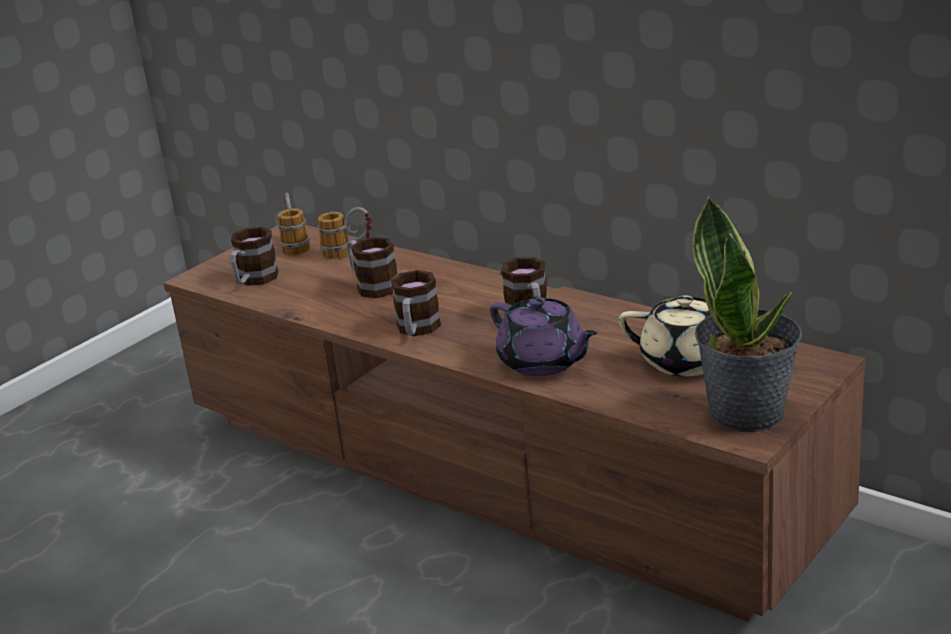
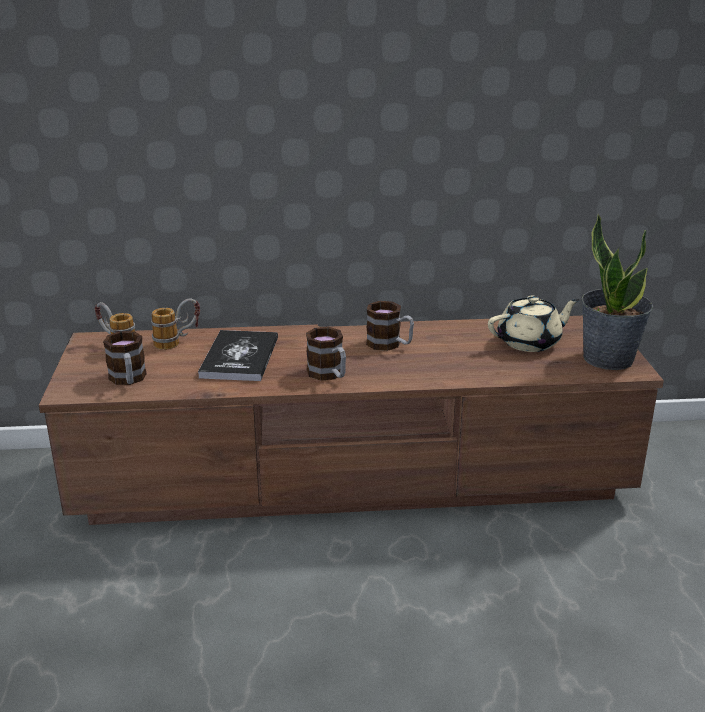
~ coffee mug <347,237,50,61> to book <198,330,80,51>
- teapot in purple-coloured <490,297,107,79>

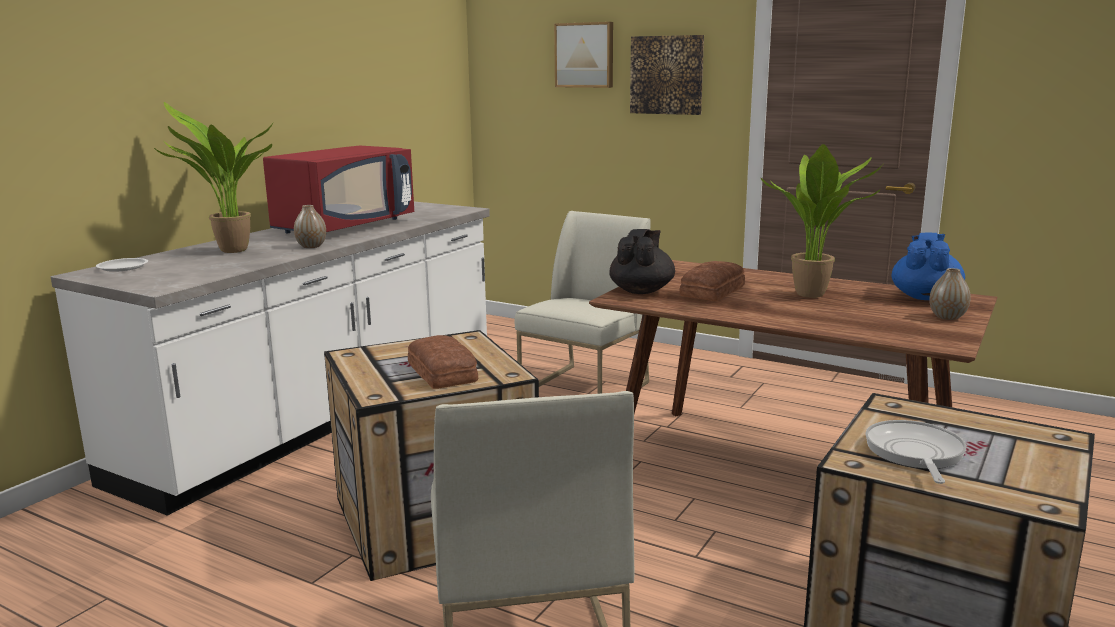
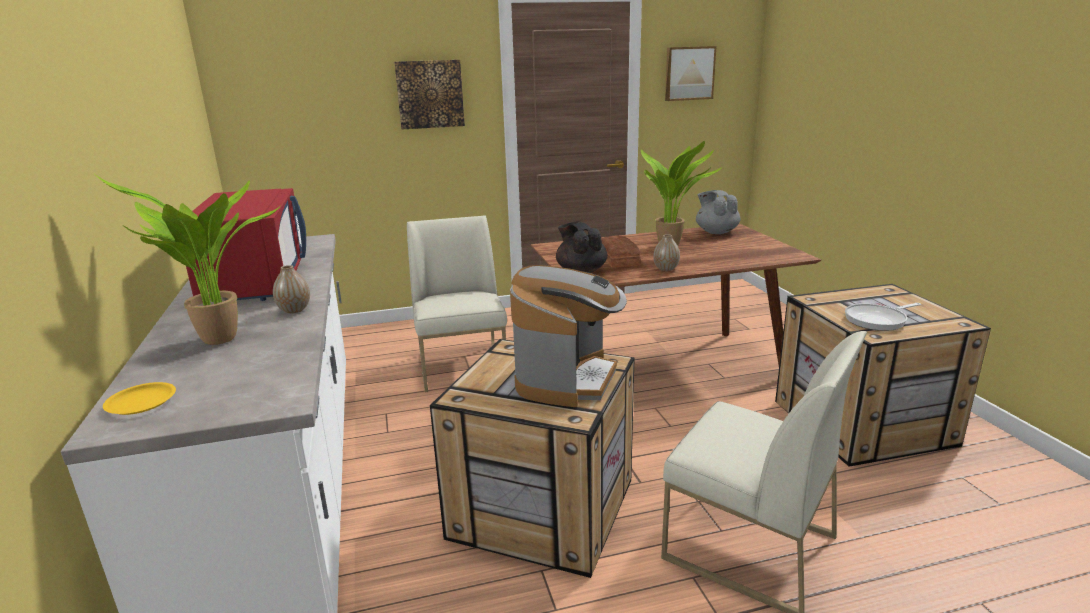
~ wall picture <554,22,59,66> to <665,46,52,55>
~ teapot in bluish <891,233,74,67> to teapot in gray <696,190,45,44>
~ plate in whitish <96,258,52,14> to plate in yellow-coloured <103,382,73,33>
~ flower vase <929,268,42,52> to <653,234,27,37>
~ baked bread <408,335,70,54> to coffee machine <510,265,117,142>
~ skillet <865,420,102,64> = <845,303,76,28> 75 degrees counterclockwise

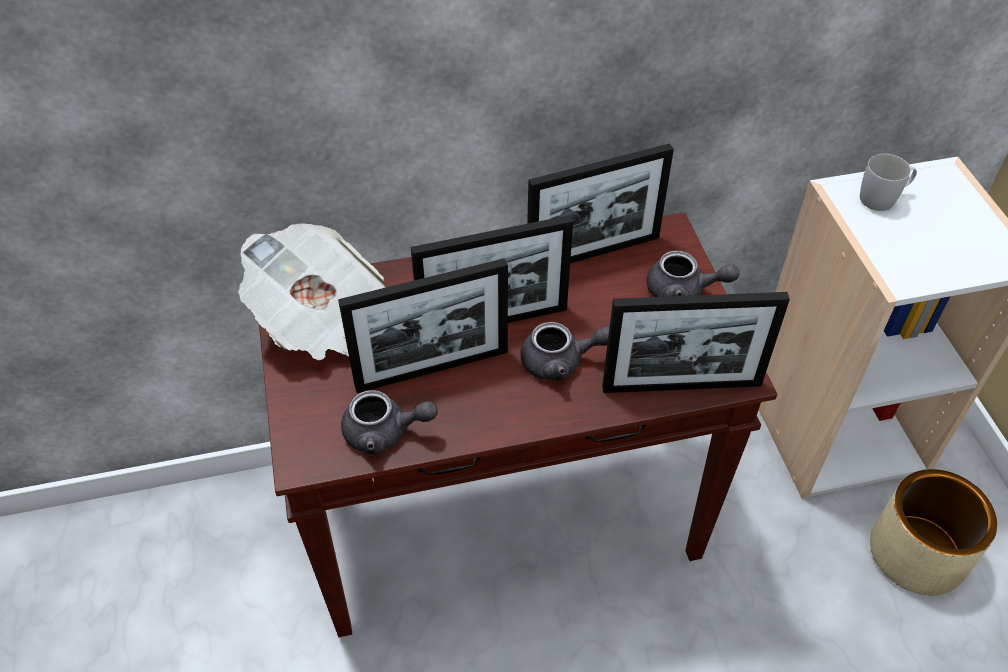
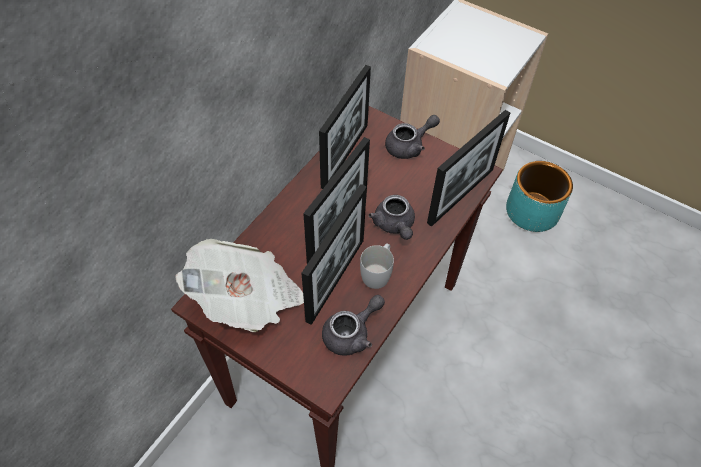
~ coffee mug in whitish <860,154,57,57> to <360,244,34,45>
~ teapot in gray <520,322,90,59> = <368,195,47,45> 120 degrees clockwise
~ flower pot in beige-coloured <870,469,128,126> to flower pot in blue-green <506,161,67,71>

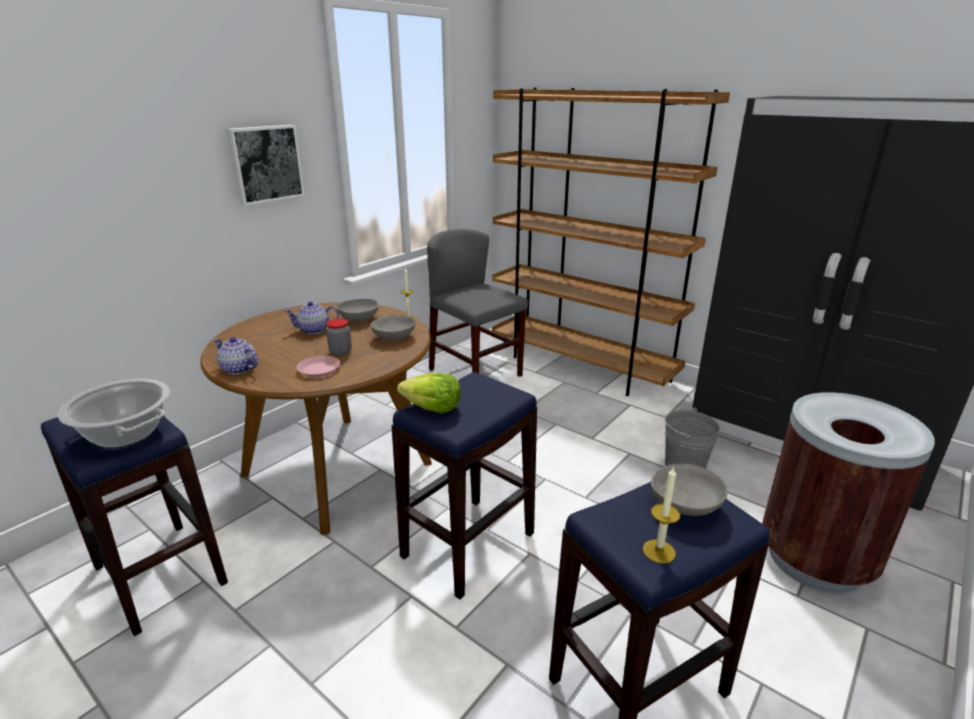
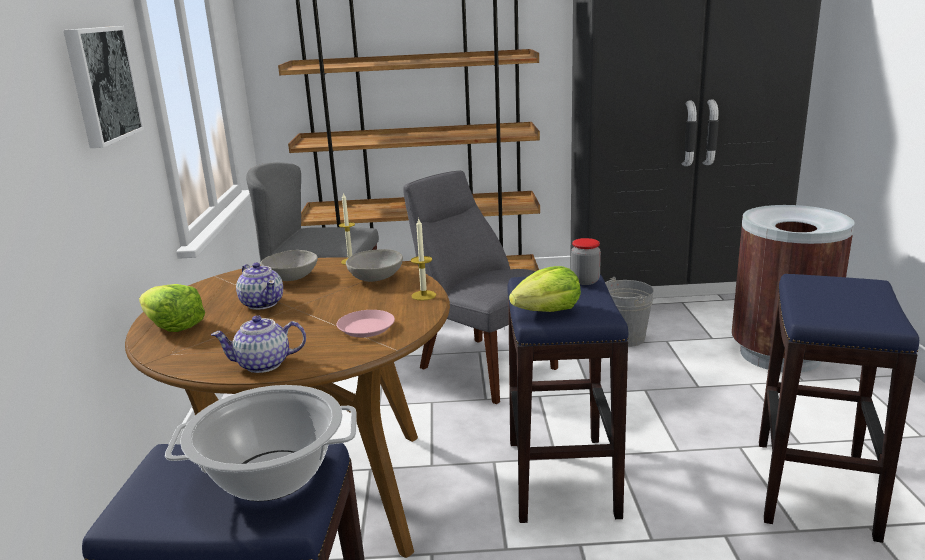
~ teapot <285,301,54,33> = <236,262,47,48> 75 degrees counterclockwise
~ preserve jar <326,319,26,37> to <571,238,30,47>
- serving bowl in gray <651,464,76,52>
~ wax candle <643,466,37,98> to <411,219,25,82>
+ chair in gray <403,171,155,233>
+ lettuce <139,284,66,48>

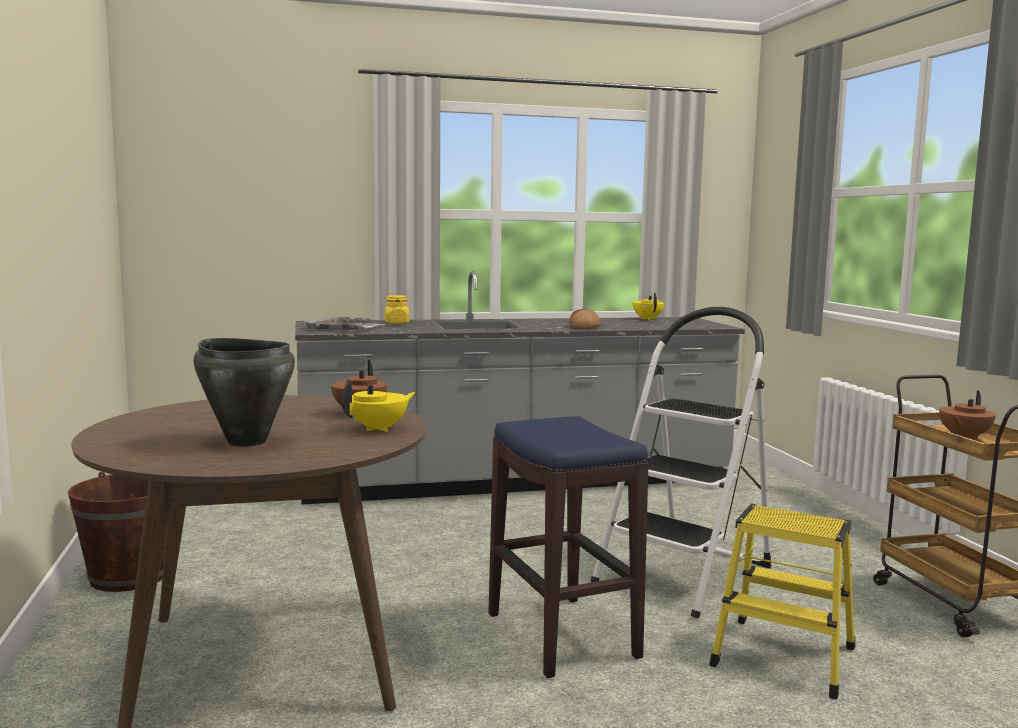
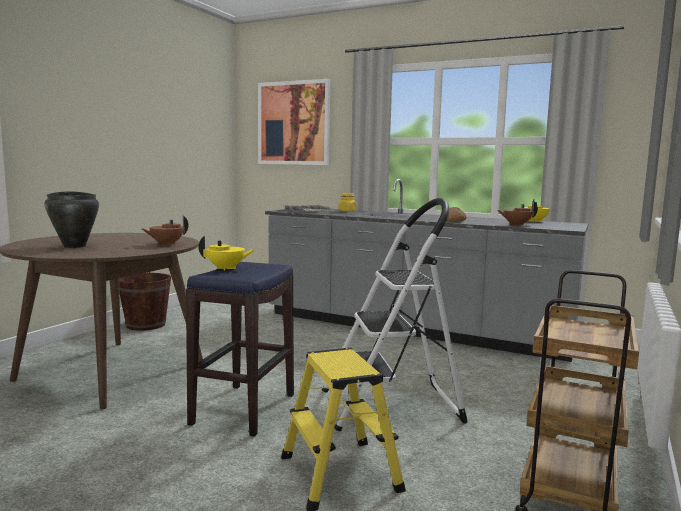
~ teapot in yellow-coloured <341,380,75,52> to <199,236,56,35>
~ teapot in brown-coloured <939,391,57,49> to <497,201,41,25>
+ wall picture <258,79,72,86>

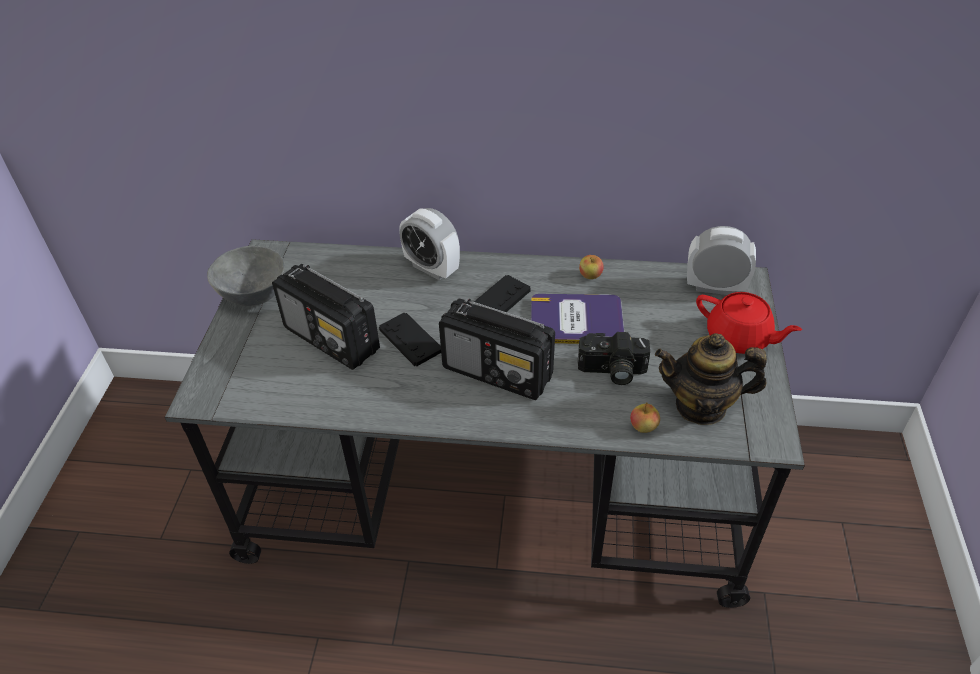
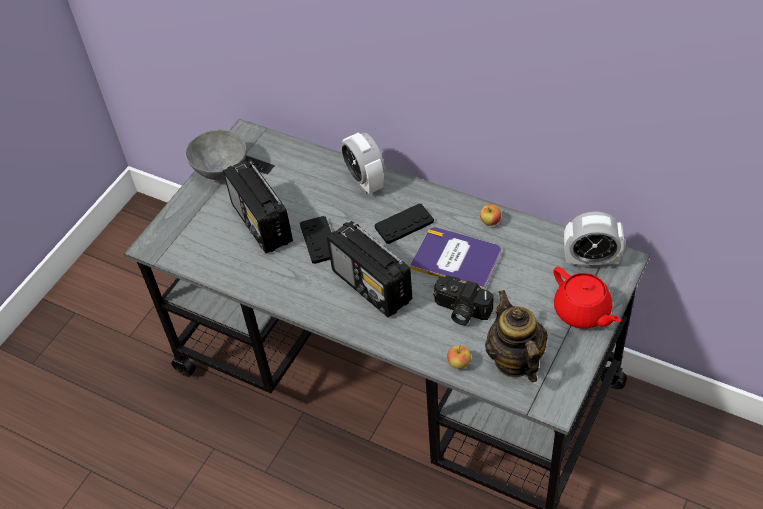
~ alarm clock <687,226,69,69> = <564,211,61,57> 150 degrees clockwise
~ teapot <655,333,112,92> = <485,290,63,92> 45 degrees clockwise

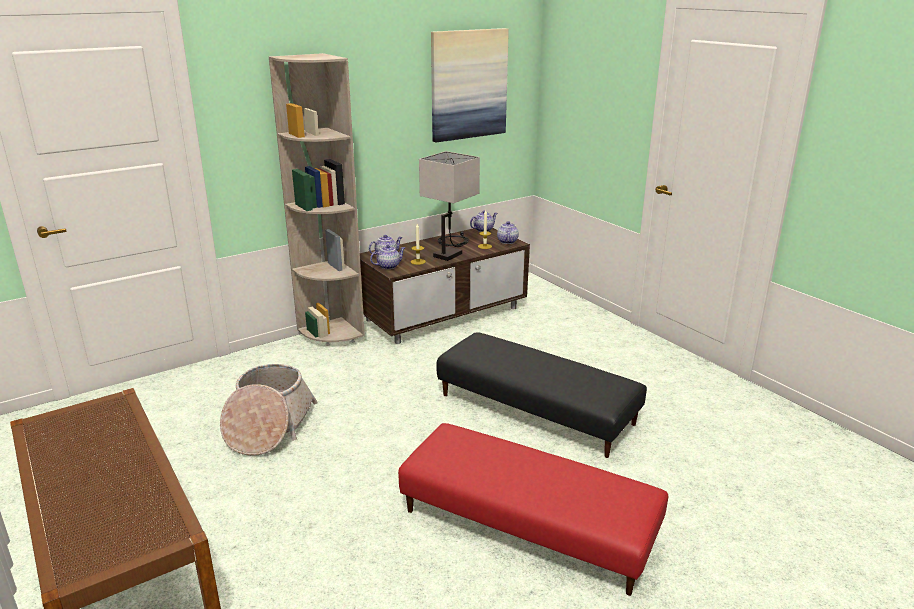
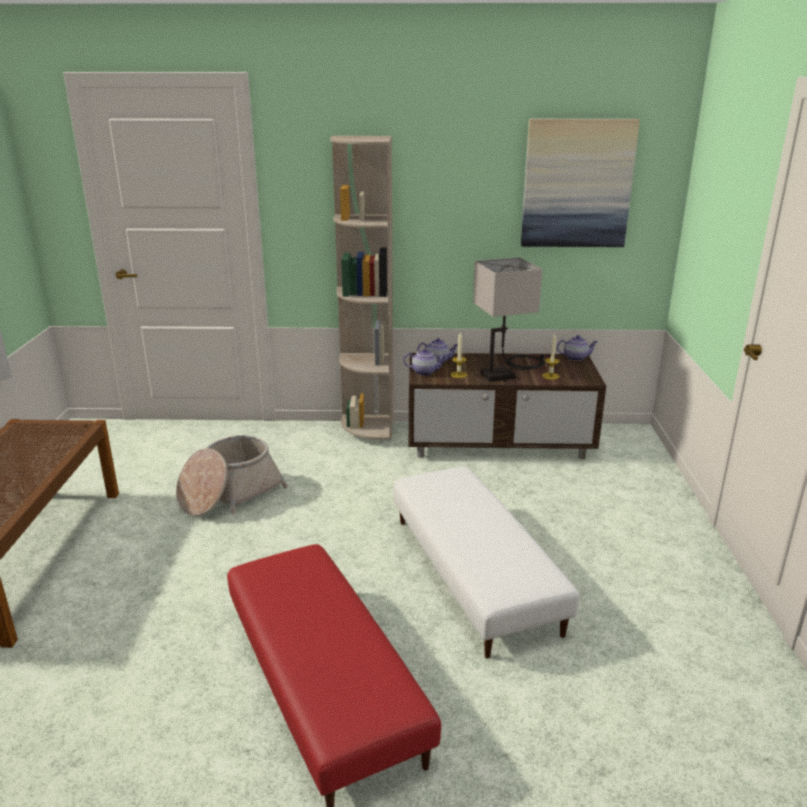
- teapot <497,221,22,23>
~ ottoman in black <437,332,210,126> to ottoman in whitish <393,467,187,191>

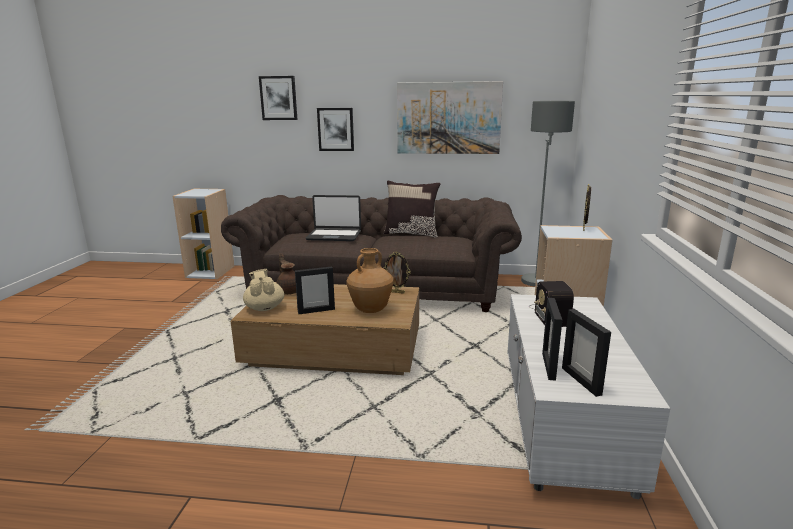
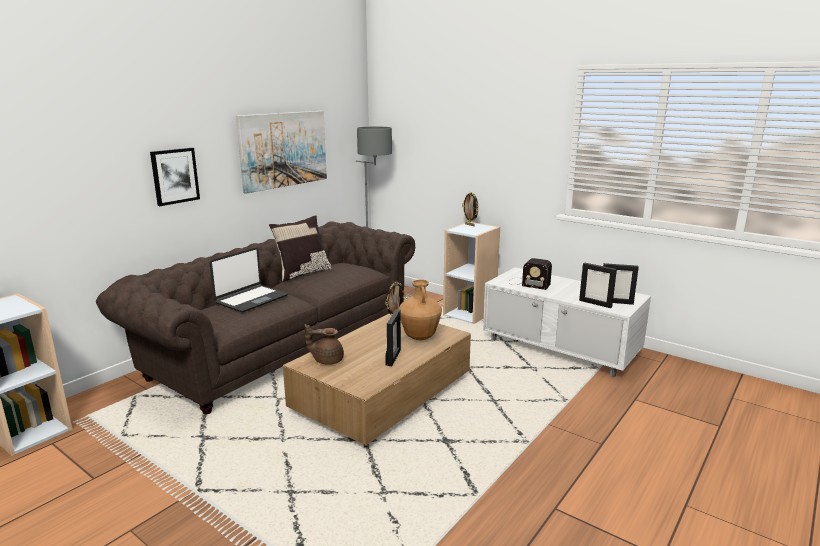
- wall picture <259,76,38,44>
- teapot in beige-coloured <243,269,41,42>

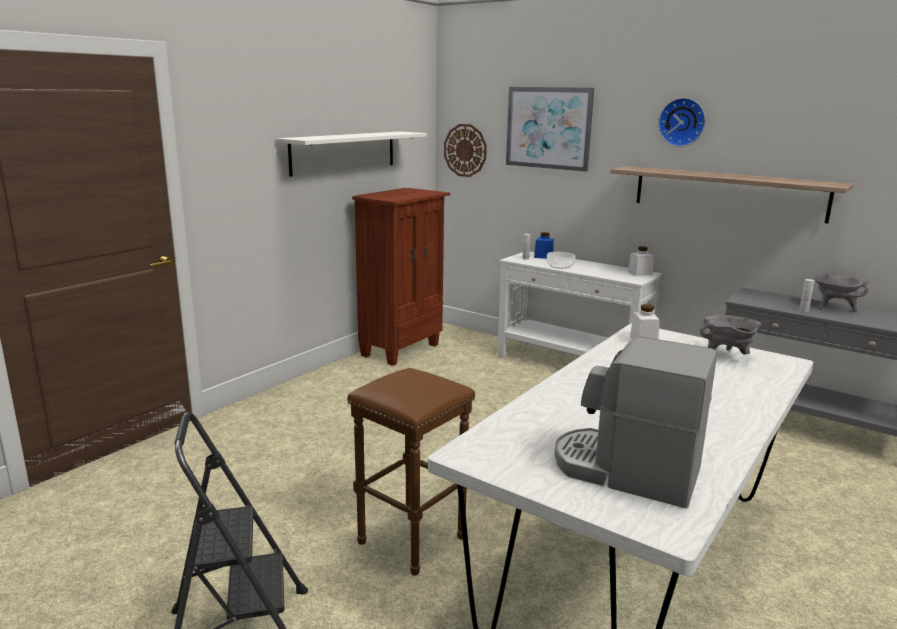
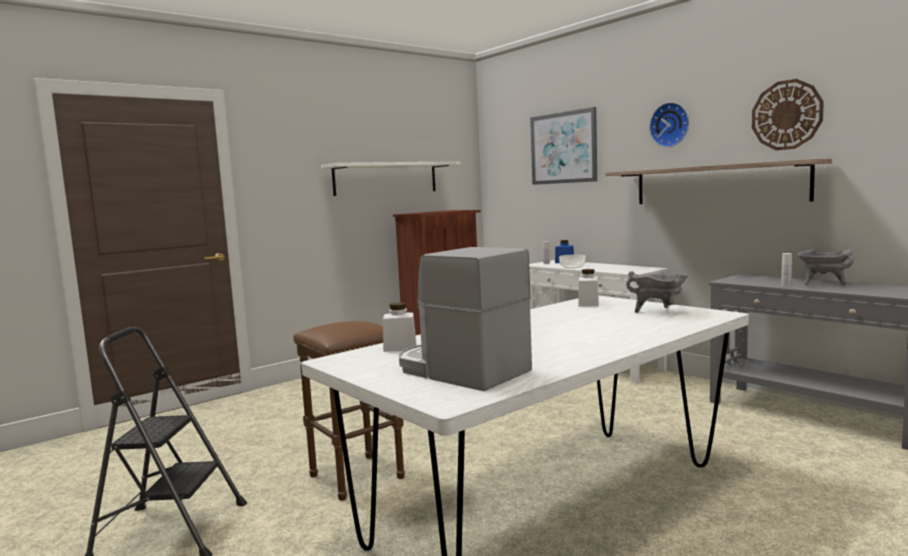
~ hanging clock <444,124,43,53> to <752,79,72,71>
~ preserve jar in whitish <628,246,26,30> to <383,303,33,49>

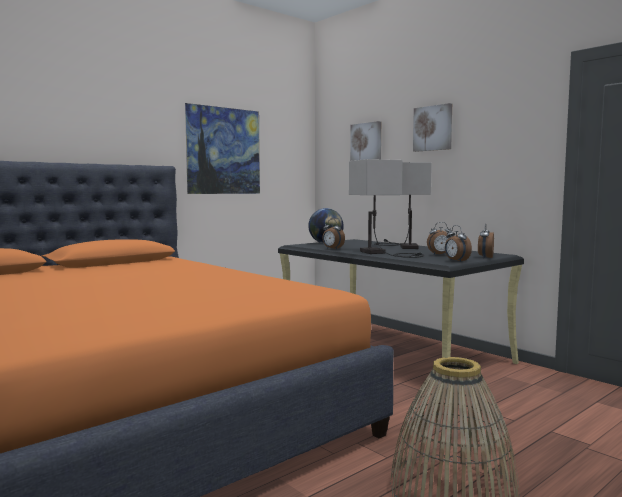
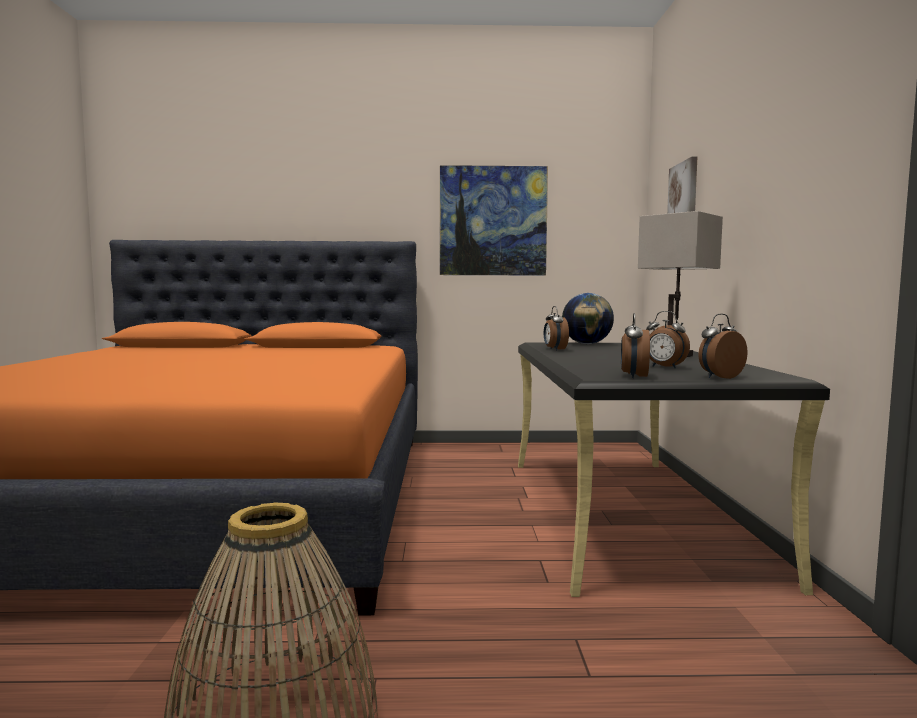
- wall picture <413,103,39,49>
- table lamp <349,159,75,99>

